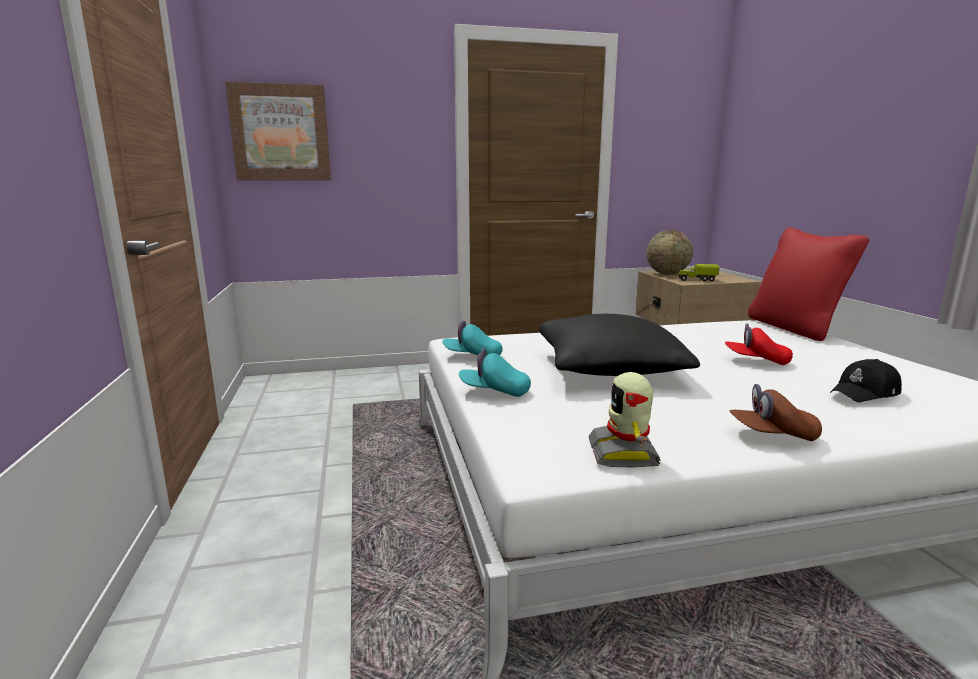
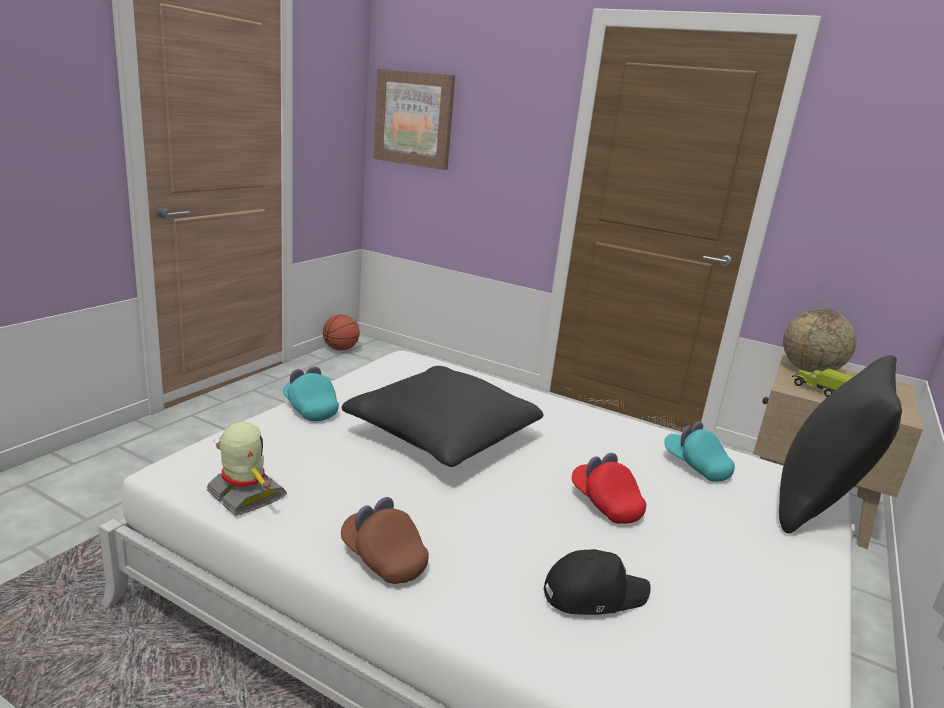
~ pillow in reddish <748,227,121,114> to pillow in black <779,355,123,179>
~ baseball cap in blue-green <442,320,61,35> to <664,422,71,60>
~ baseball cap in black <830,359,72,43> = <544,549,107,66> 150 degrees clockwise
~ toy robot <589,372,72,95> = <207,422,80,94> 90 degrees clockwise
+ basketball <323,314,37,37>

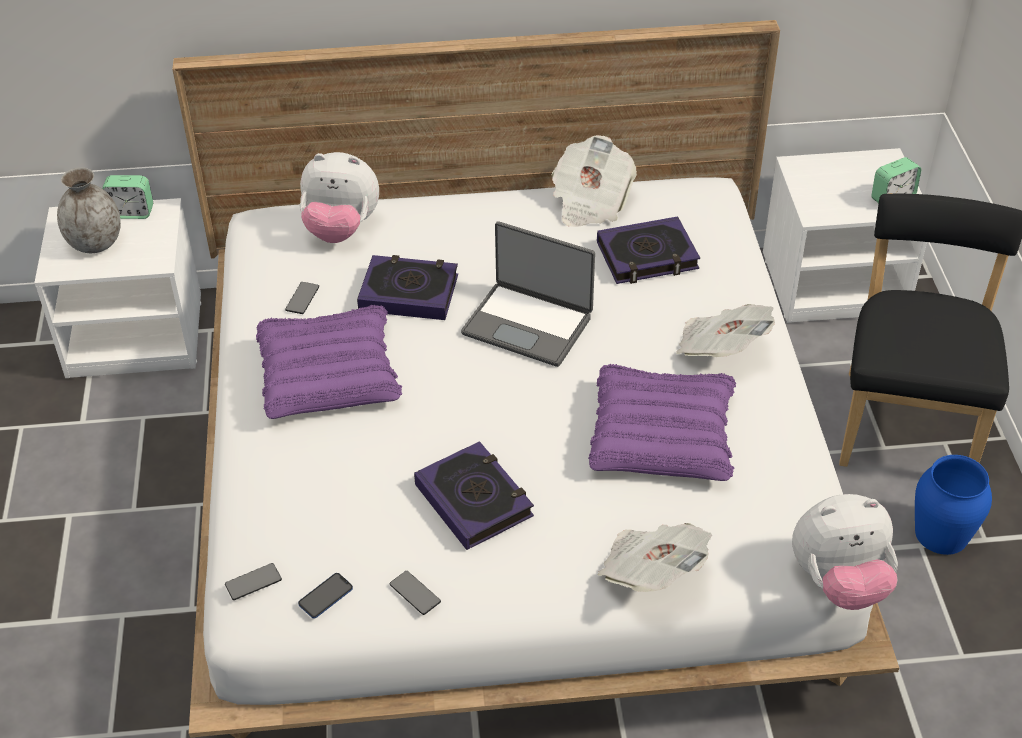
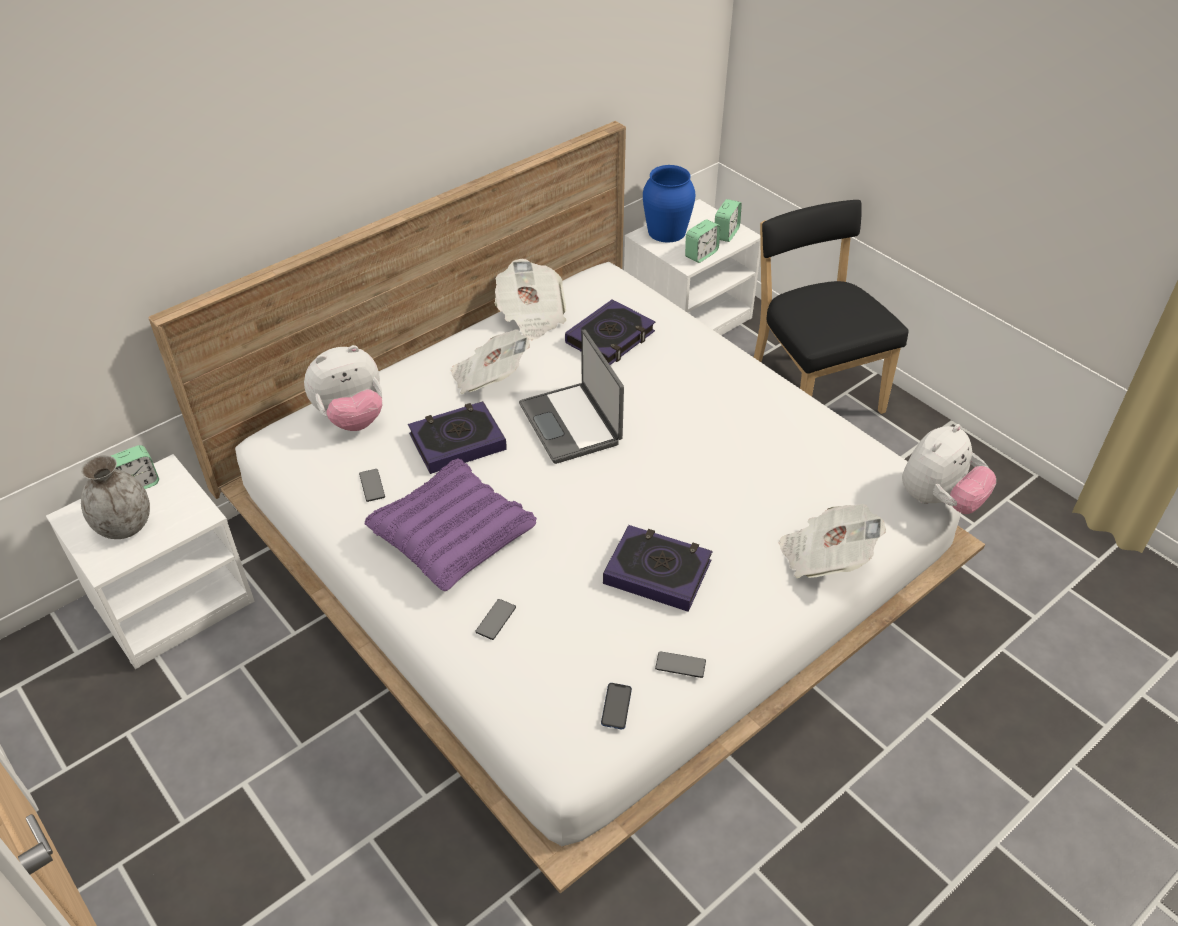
~ portable computer <461,221,134,146> = <519,329,105,135> 75 degrees clockwise
~ printed paper <676,304,99,53> to <451,329,79,65>
- pillow in purple-coloured <588,364,148,117>
~ flower vase in bluish <915,455,77,100> to <643,165,52,77>
~ handset <225,563,57,37> to <475,599,41,41>
+ alarm clock <685,219,35,44>

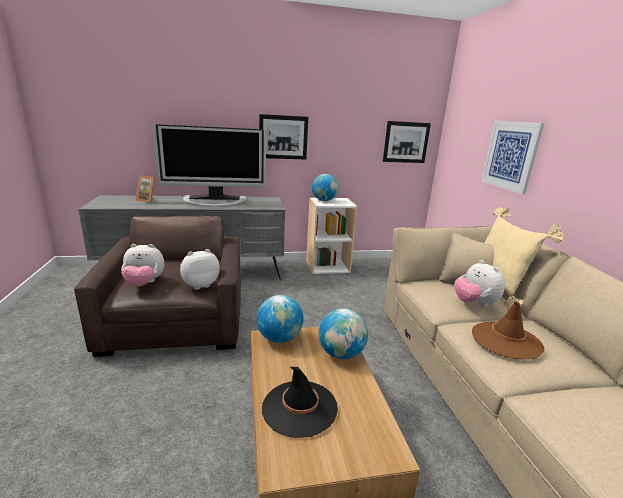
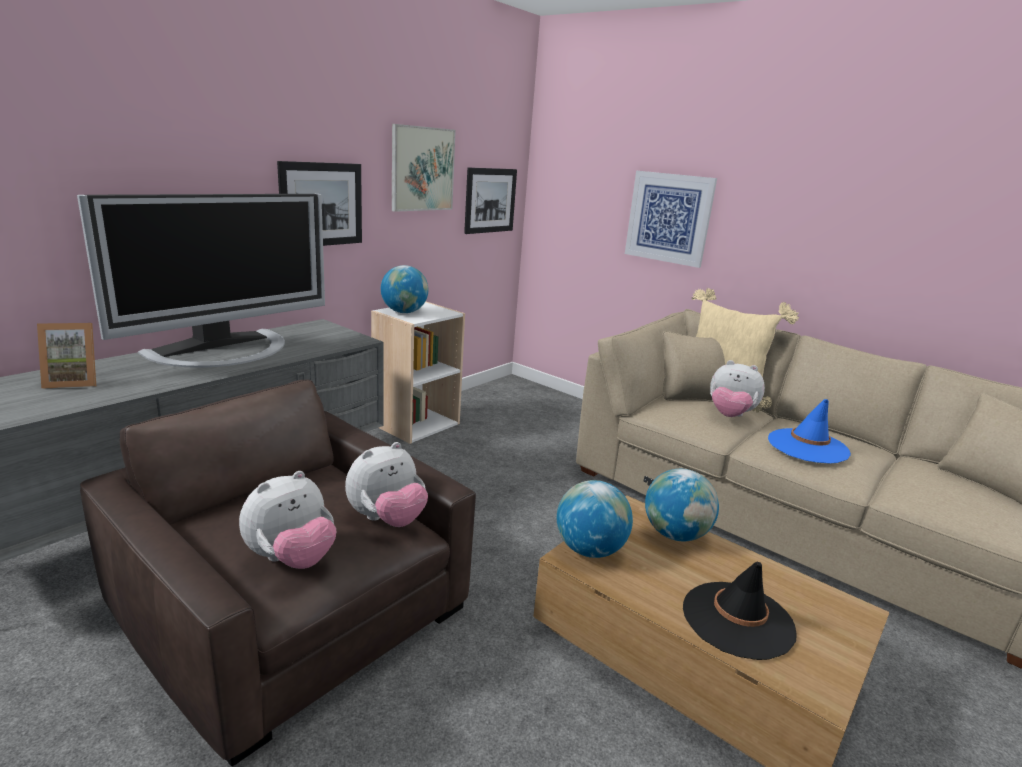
~ soft toy <180,249,40,41> = <345,442,83,85> 150 degrees counterclockwise
~ hat in brown-coloured <472,301,72,59> to hat in bluish <768,399,83,65>
+ wall picture <392,124,64,88>

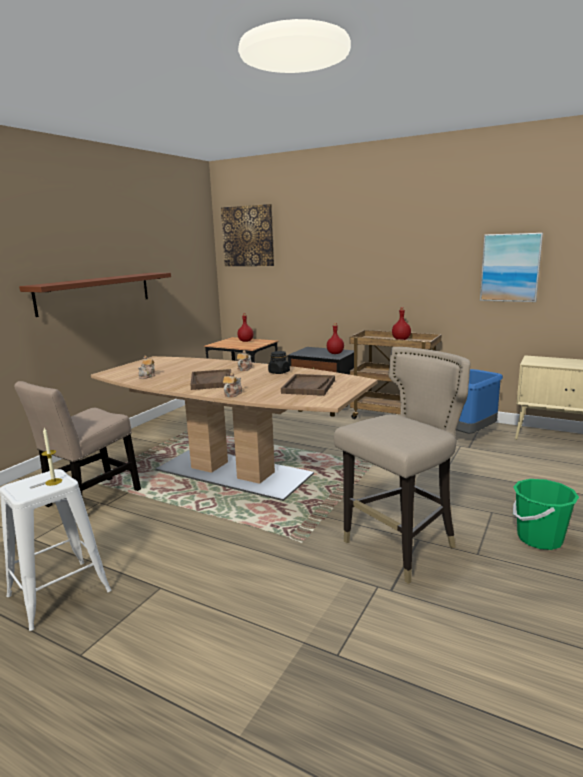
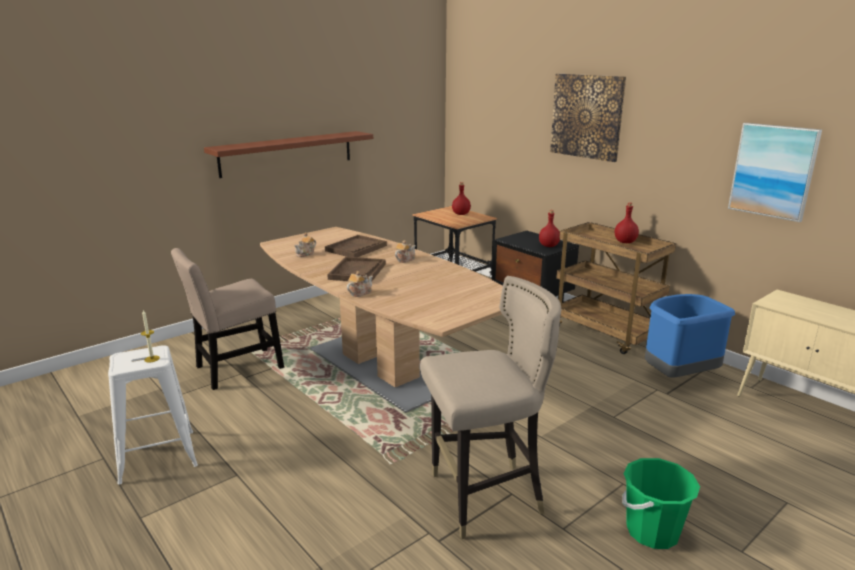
~ wall picture <221,204,53,62> to <550,74,76,88>
- preserve jar in black <268,351,22,23>
~ tray in brown-coloured <281,374,54,22> to <325,235,62,22>

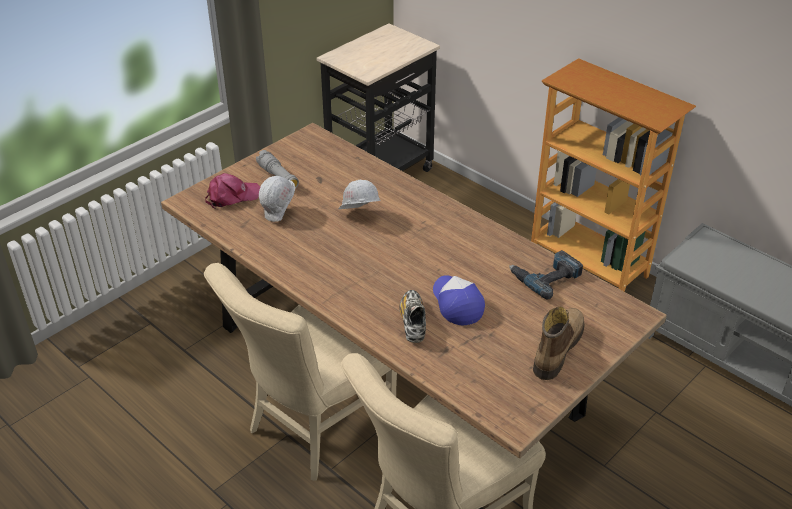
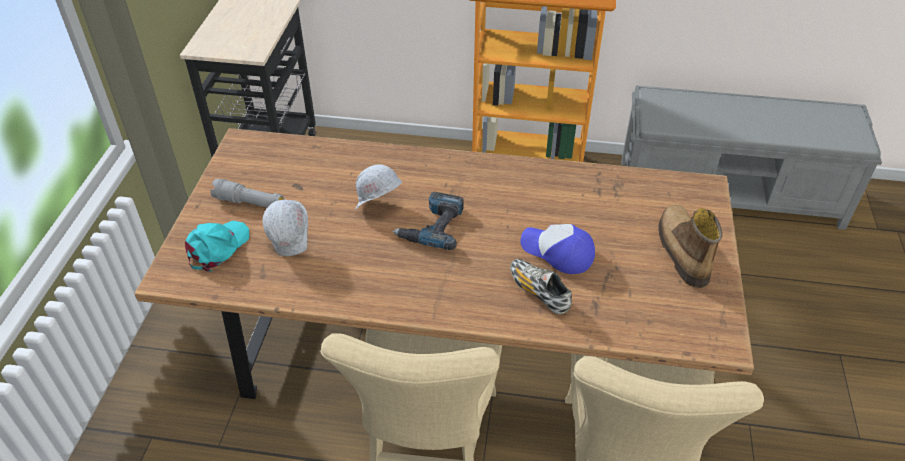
~ baseball cap in pink <205,173,55,36> to baseball cap in blue-green <185,220,64,51>
~ power drill <509,250,74,49> to <392,192,72,58>

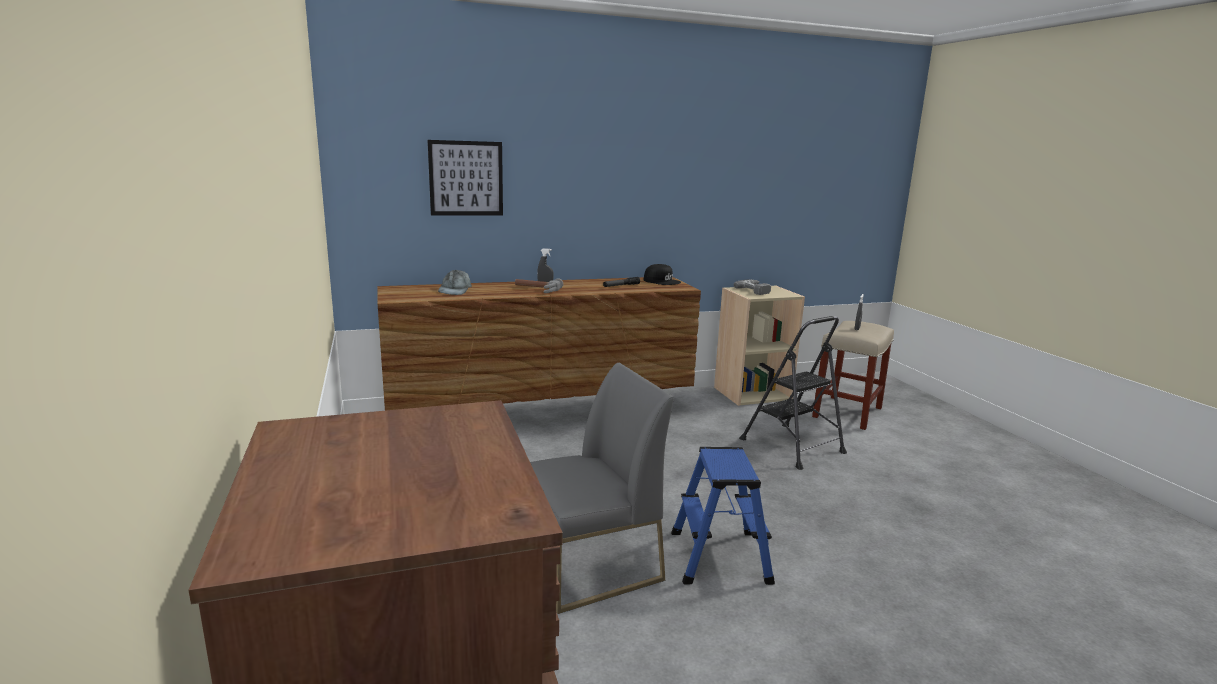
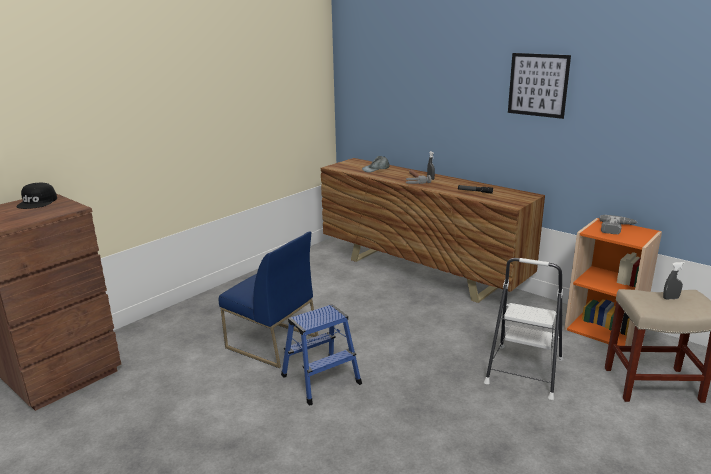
~ wall picture <427,140,76,76> to <508,53,63,66>
~ baseball cap in black <644,264,37,21> to <16,183,41,26>
~ bookshelf in beige-coloured <714,286,91,120> to bookshelf in orange-coloured <564,218,98,128>
~ stepladder in black <739,316,108,154> to stepladder in whitish <484,258,79,142>
~ chair in gray <530,363,144,251> to chair in bluish <219,232,99,136>

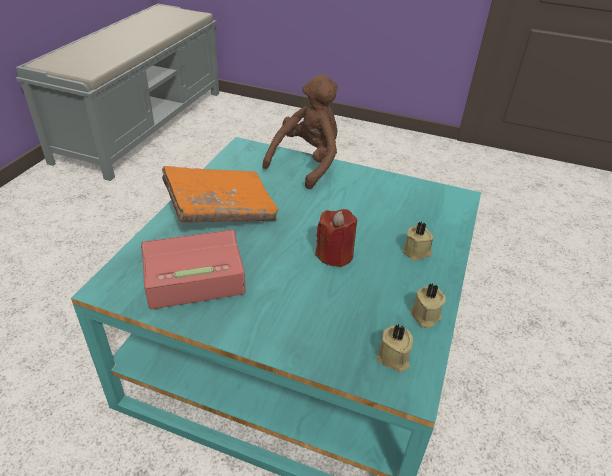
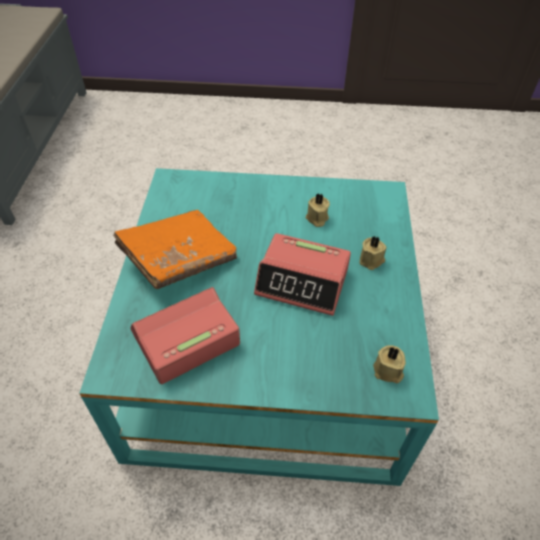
- soft toy in brown-coloured <262,74,76,115>
~ wax candle in reddish <315,209,42,58> to alarm clock <254,233,97,83>
~ wax candle in beige-coloured <410,283,36,45> to <306,193,24,34>

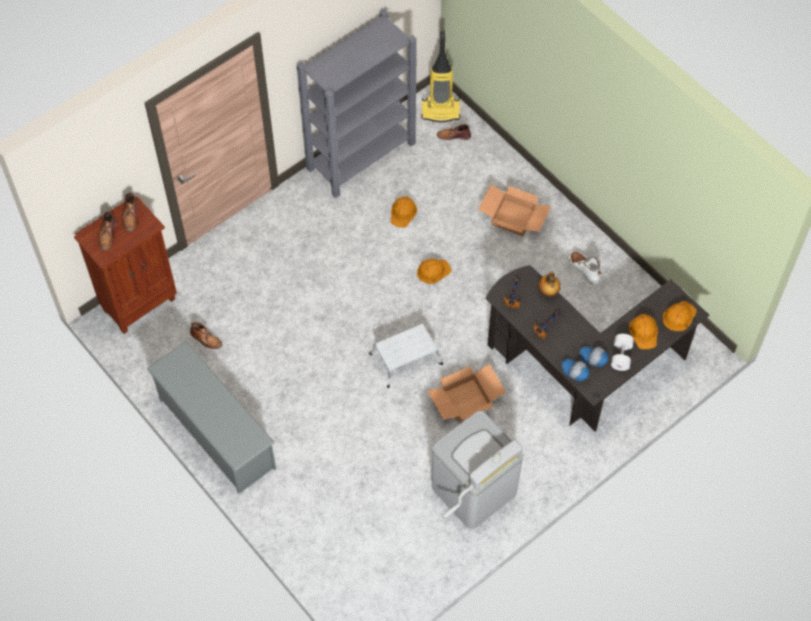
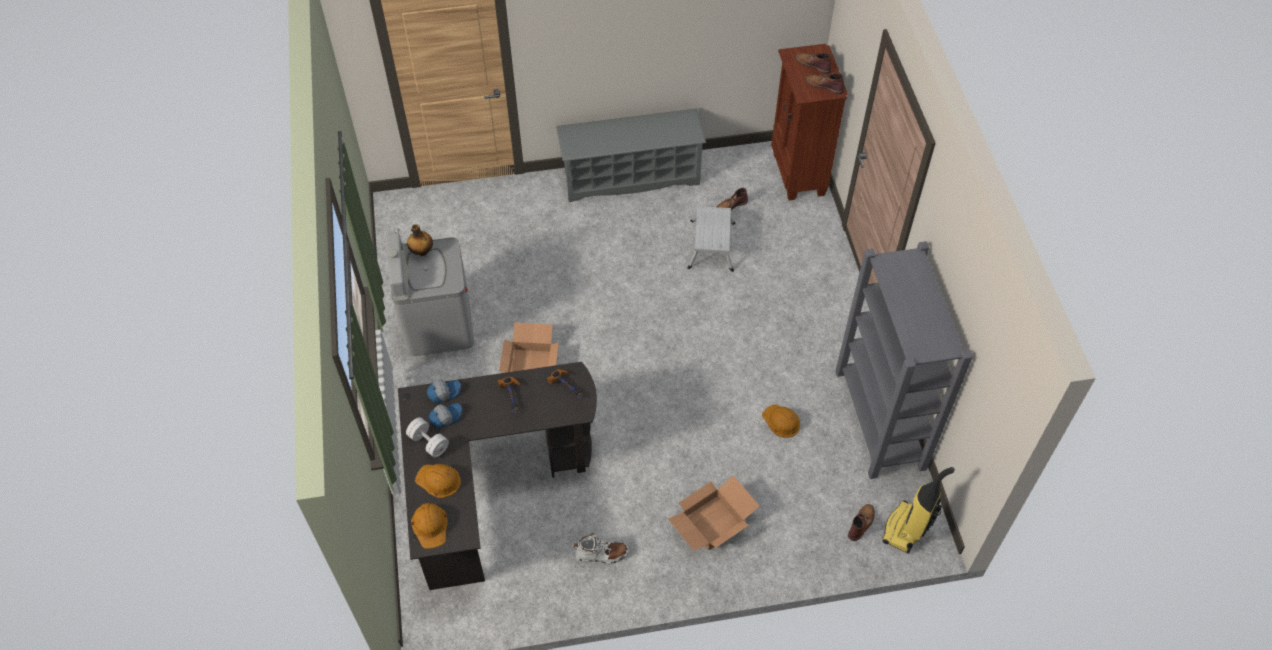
- work helmet in orange-coloured <417,259,35,25>
~ bottle <538,271,23,26> to <407,224,26,32>
~ stepladder in whitish <369,323,74,65> to <687,206,48,66>

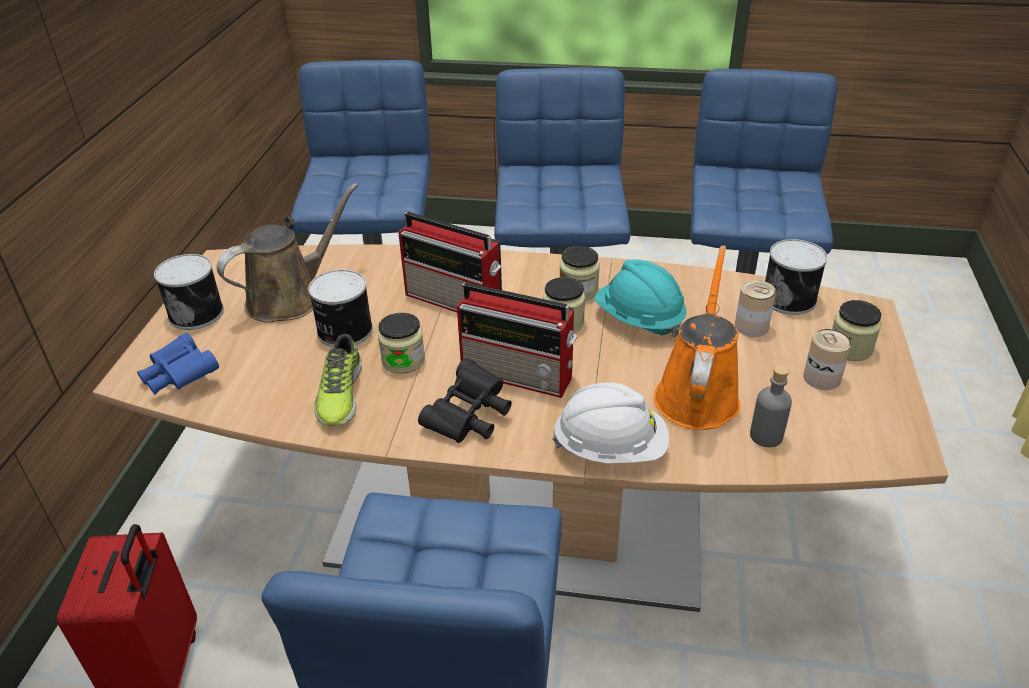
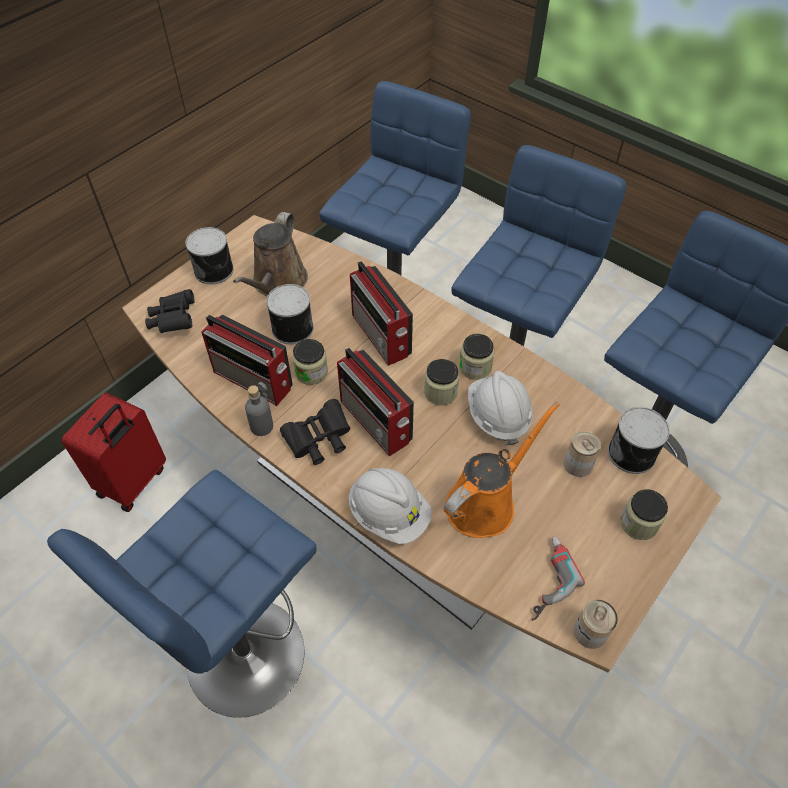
~ watering can in brown-coloured <217,183,141,140> = <233,212,75,84> 120 degrees clockwise
~ work helmet in blue-green <594,259,93,78> to work helmet in whitish <468,371,65,75>
~ metal can <803,329,49,61> to <574,599,44,50>
~ field glasses in bluish <137,333,82,61> to field glasses in black <145,289,50,44>
~ item of footwear <314,334,48,92> to radio <201,315,92,91>
~ bottle in gray <750,365,42,82> to <245,385,28,51>
+ power drill <532,536,53,85>

